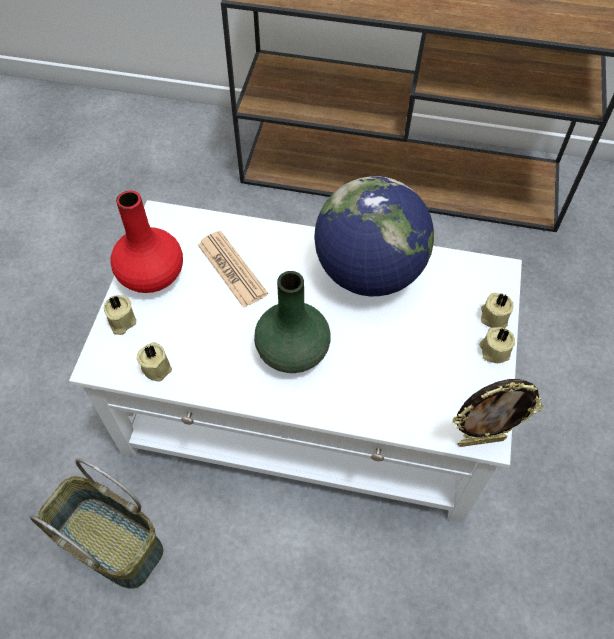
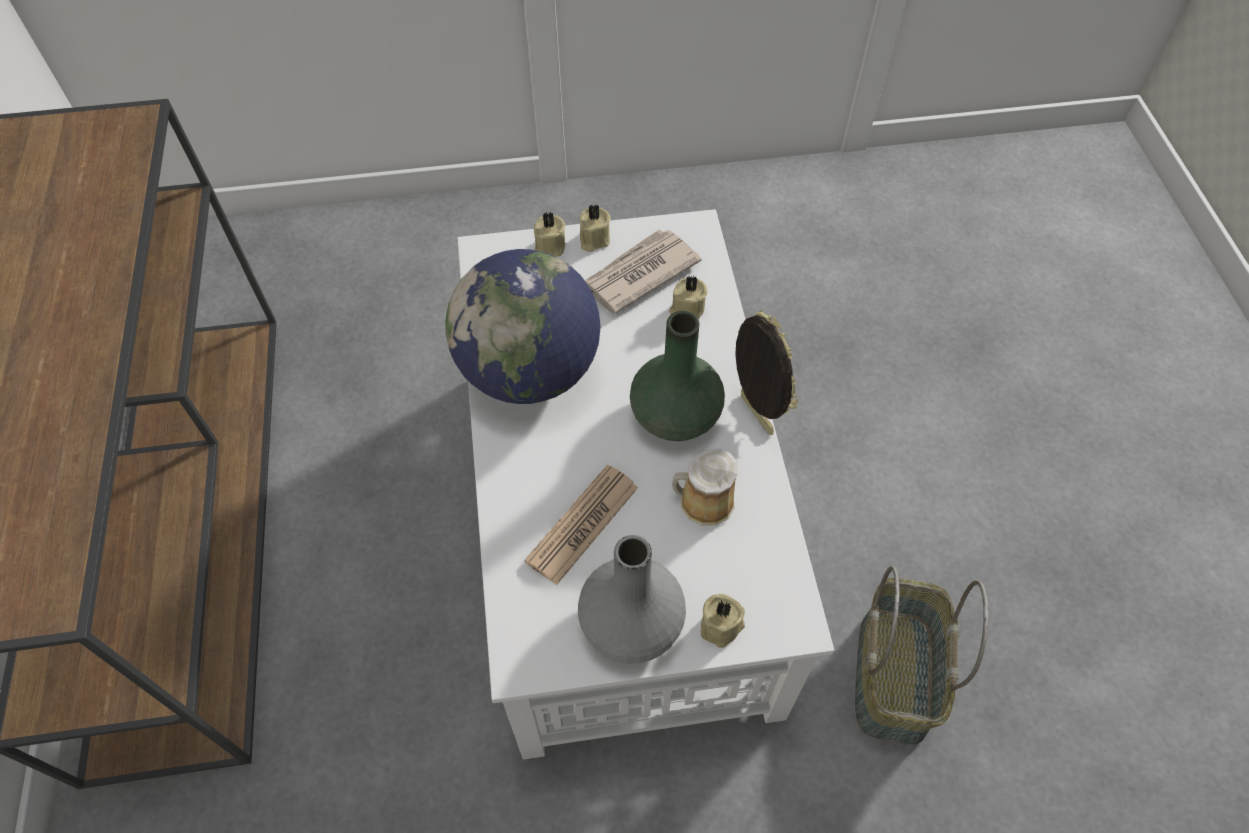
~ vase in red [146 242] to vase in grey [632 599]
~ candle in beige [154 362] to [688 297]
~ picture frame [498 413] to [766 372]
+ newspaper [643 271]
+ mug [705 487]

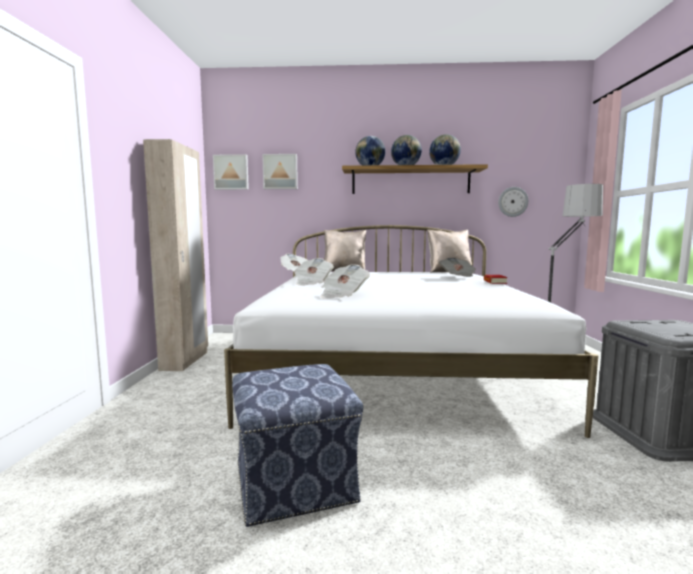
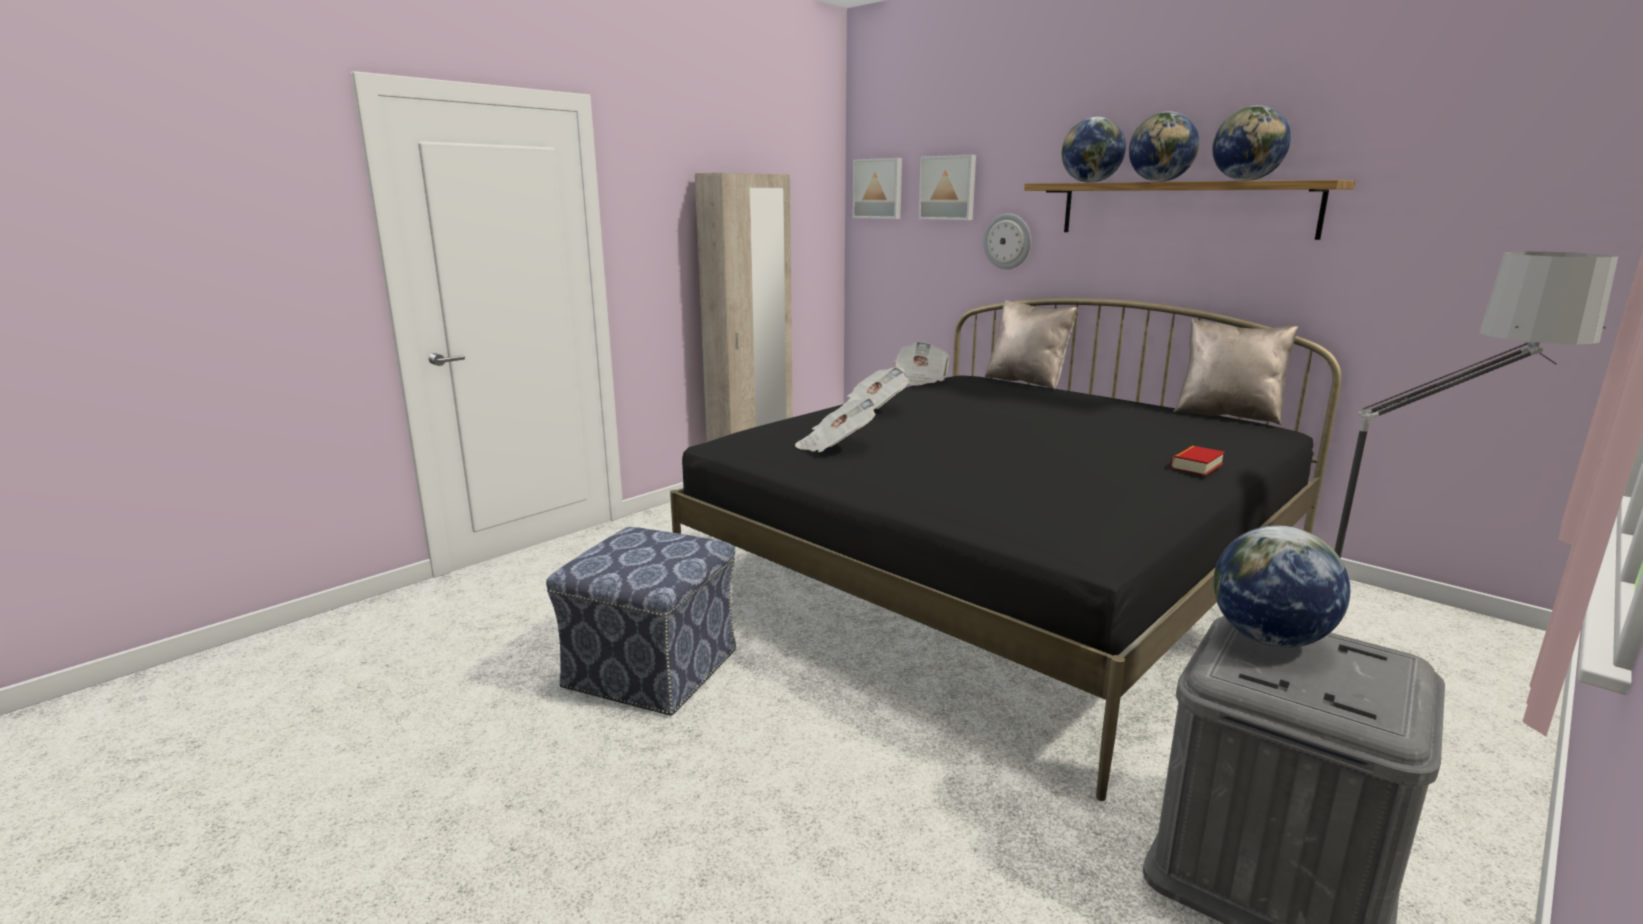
~ bed in white [411 331] to bed in black [1005 549]
- newspaper [457 267]
~ wall clock [513 202] to [1007 241]
+ globe [1281 586]

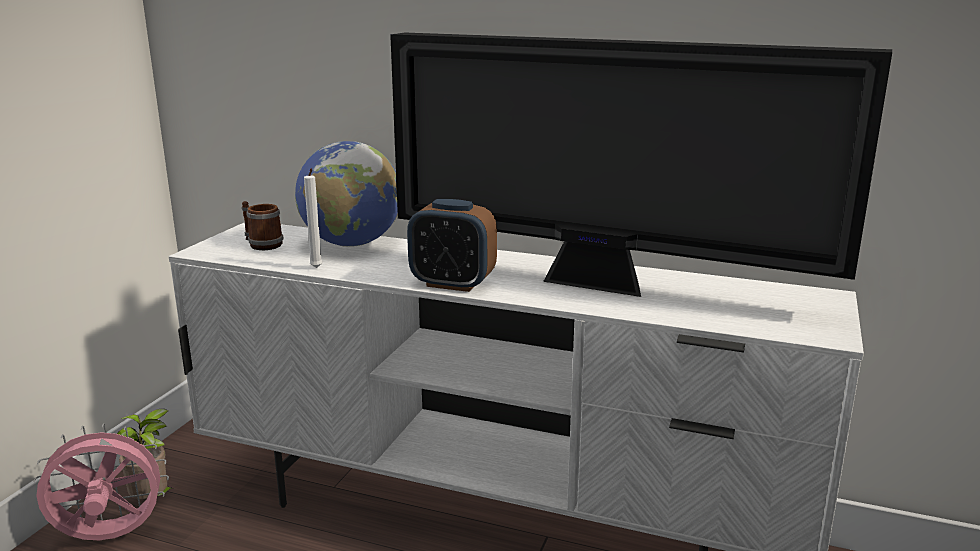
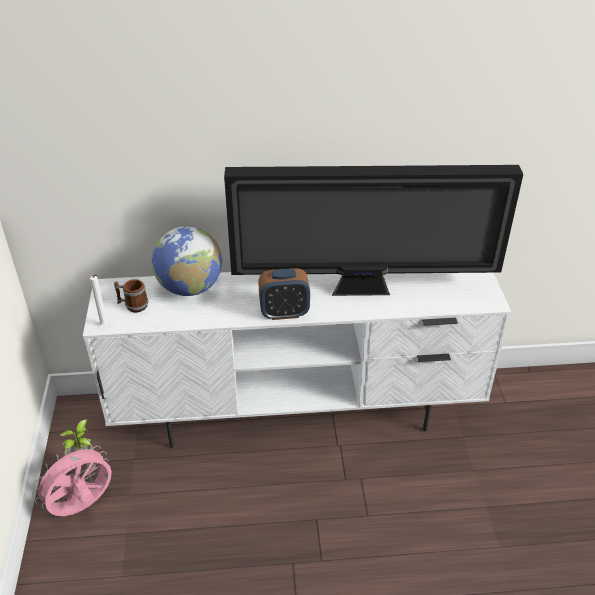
~ candle in white [313 218] to [99 300]

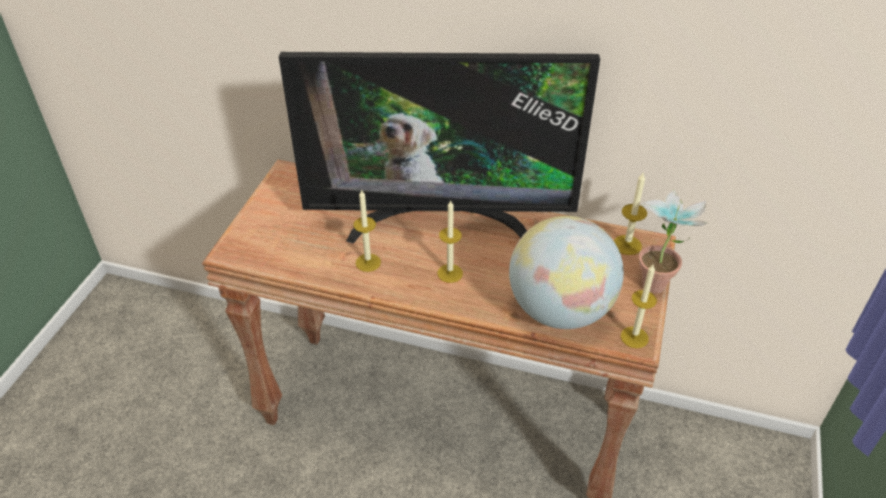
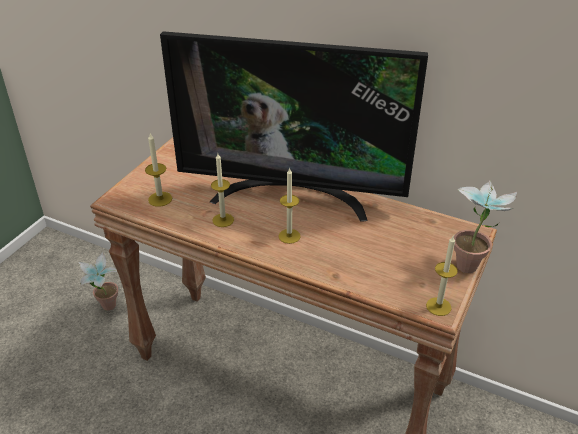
- globe [566 272]
~ candle [630 214] to [158 170]
+ potted plant [98 281]

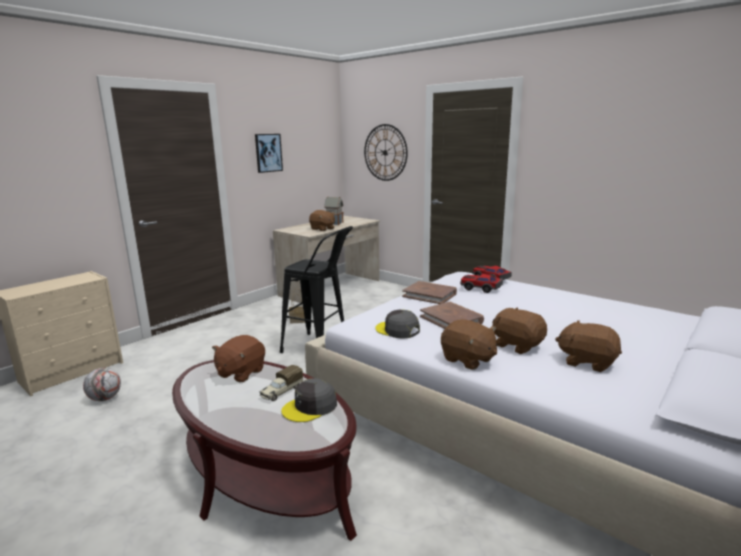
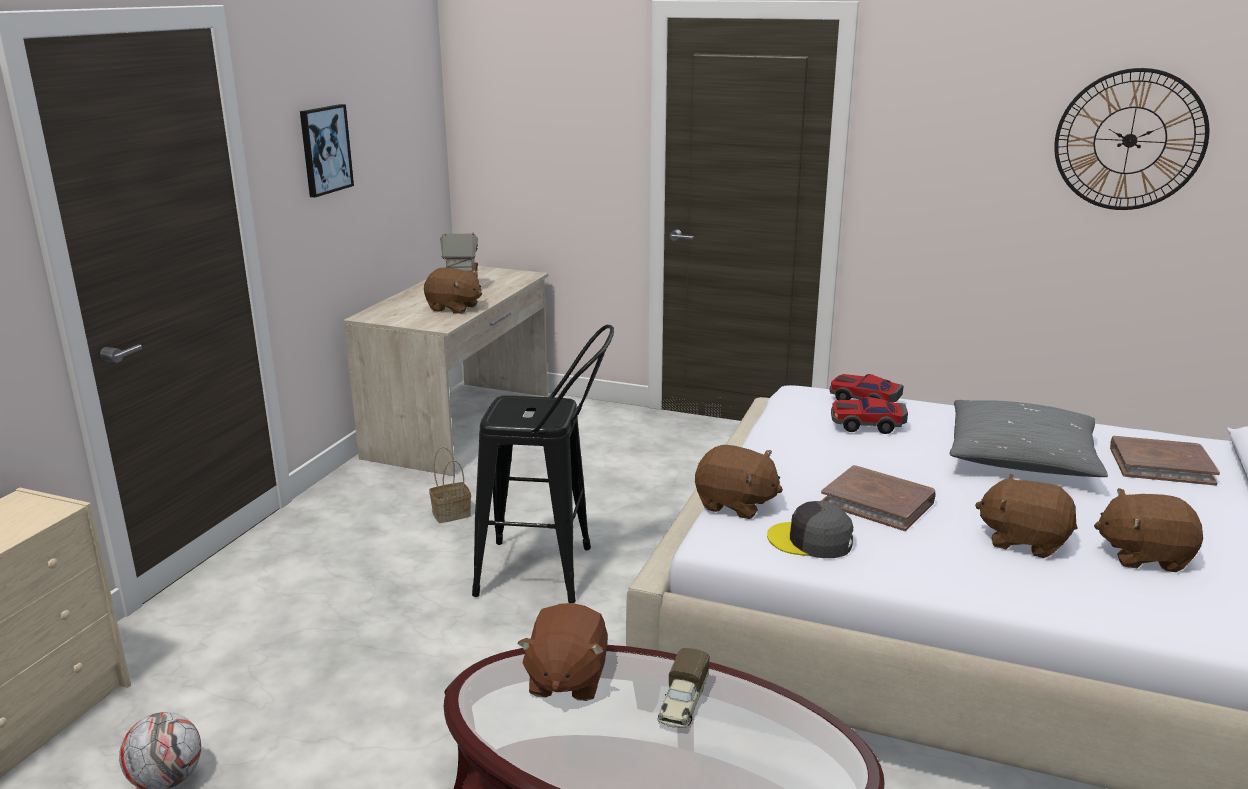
- cap in grey [309 400]
~ wall clock [386 152] to [1132 139]
~ book in brown [429 292] to [1165 461]
~ plush toy in brown [469 344] to [739 482]
+ pillow in grey [1028 438]

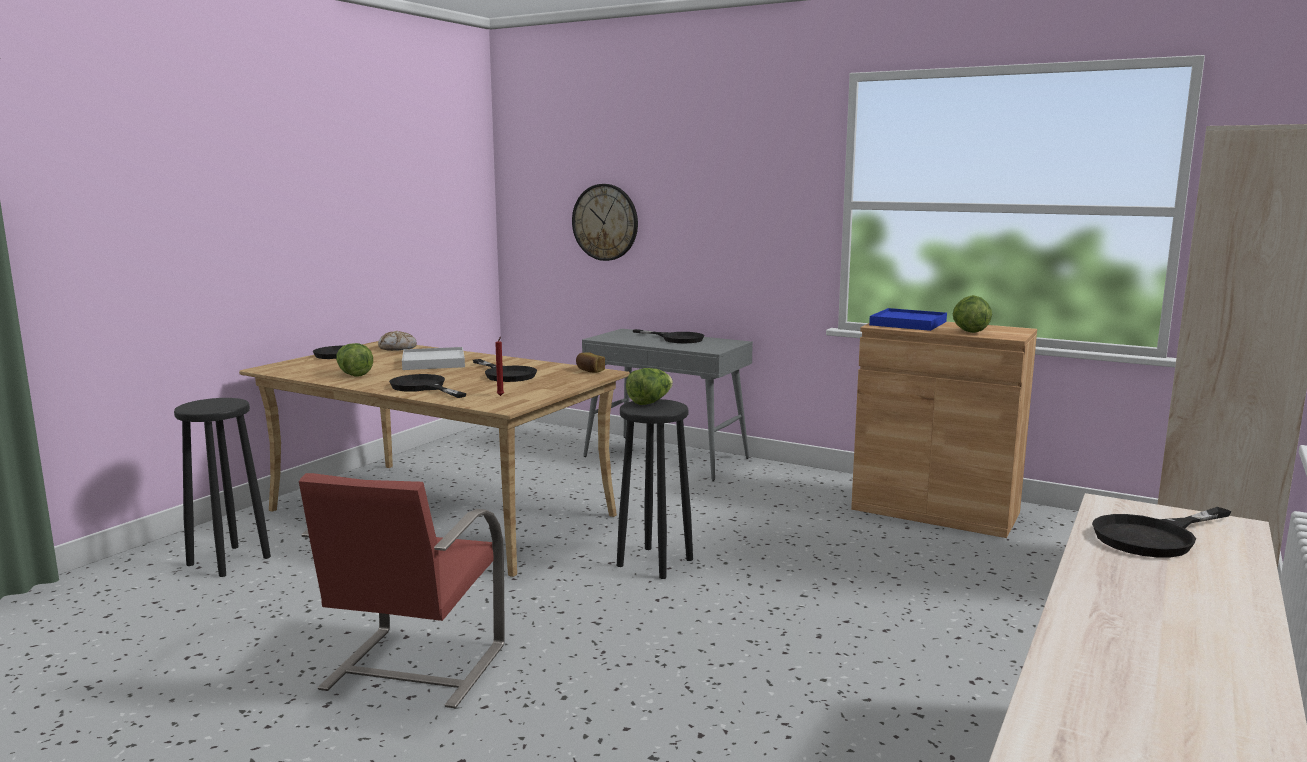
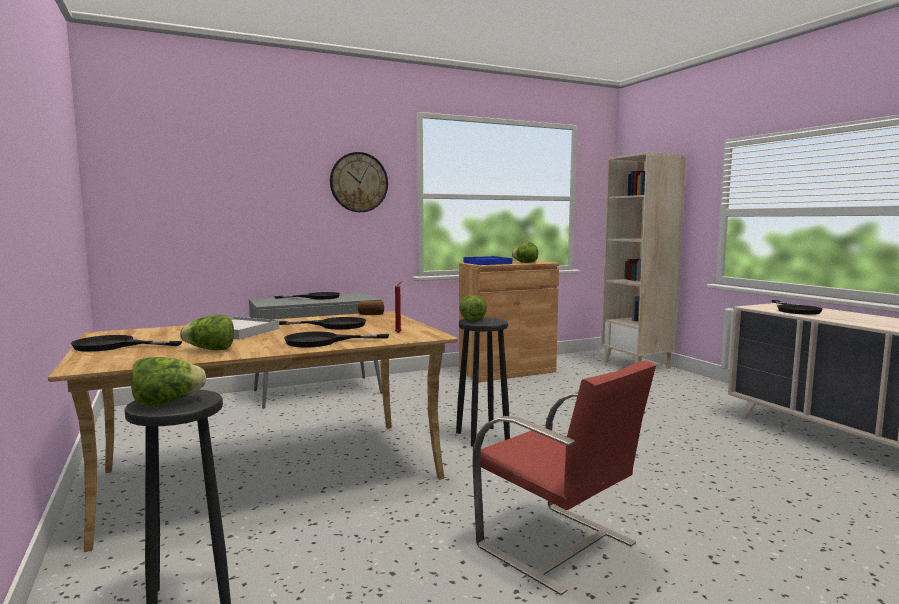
- bread [397 341]
~ wall clock [605 222] to [359 182]
+ lettuce [168 381]

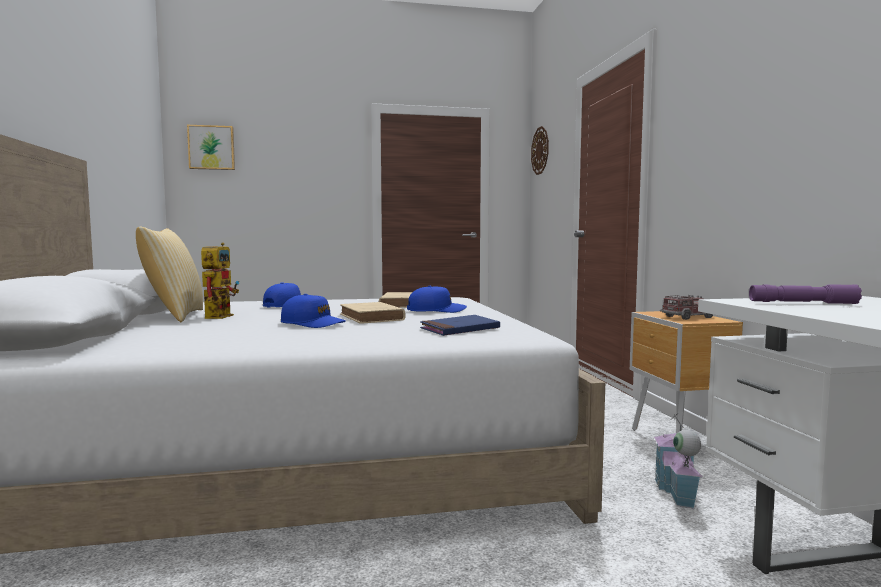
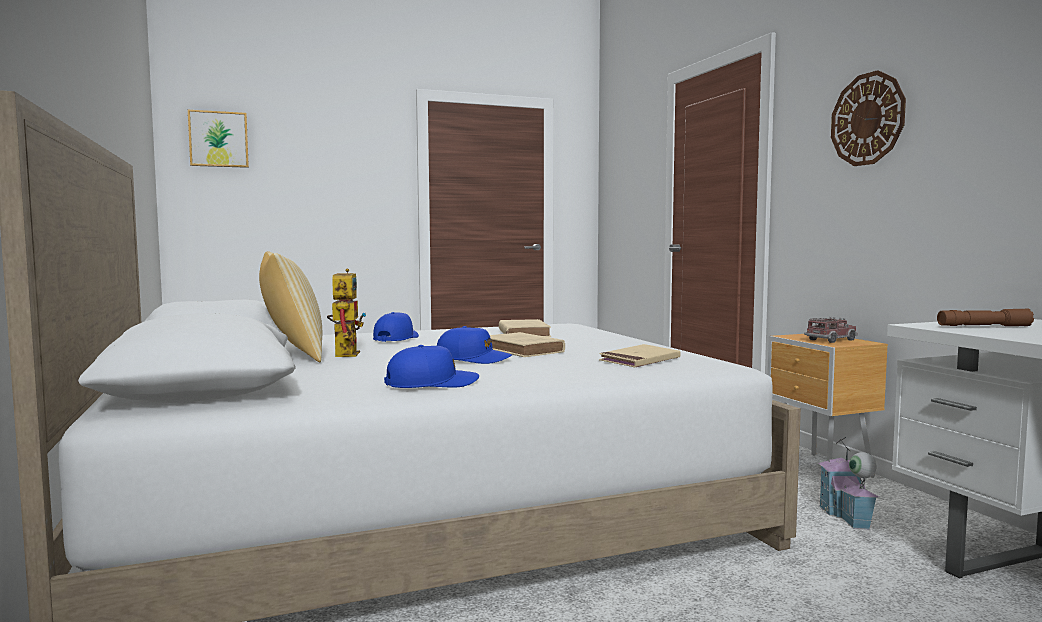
~ cap in blue [437 299] to [431 366]
~ book in blue [460 325] to book in beige [639 356]
~ wall clock [540 150] to [868 118]
~ flashlight in purple [805 294] to flashlight in brown [985 317]

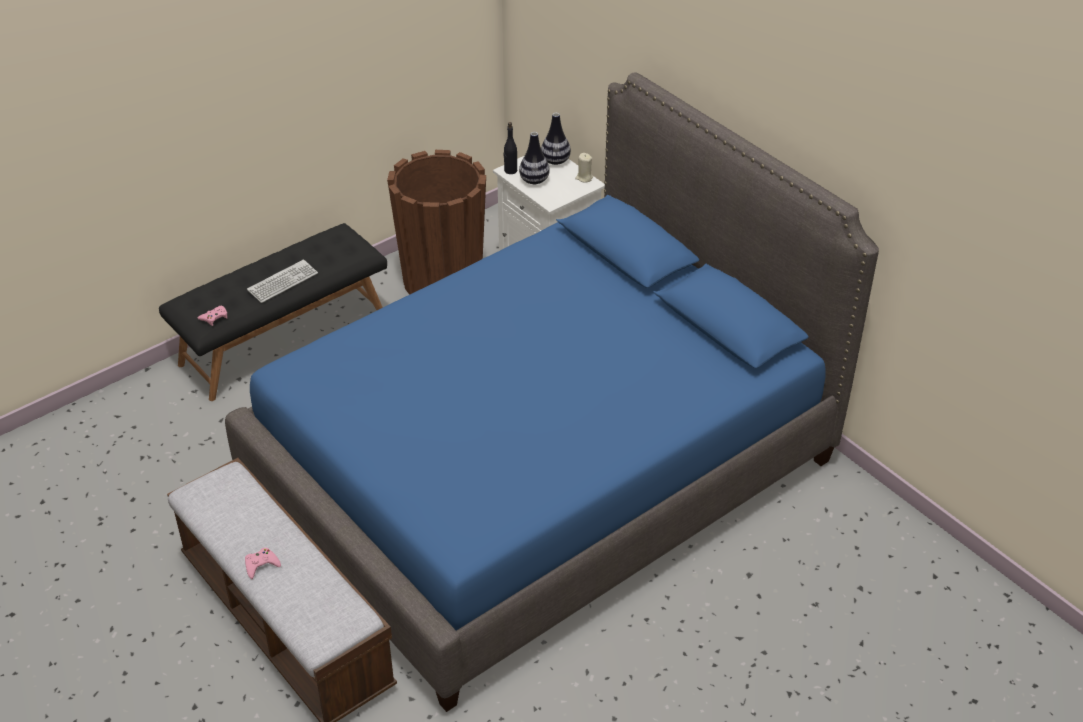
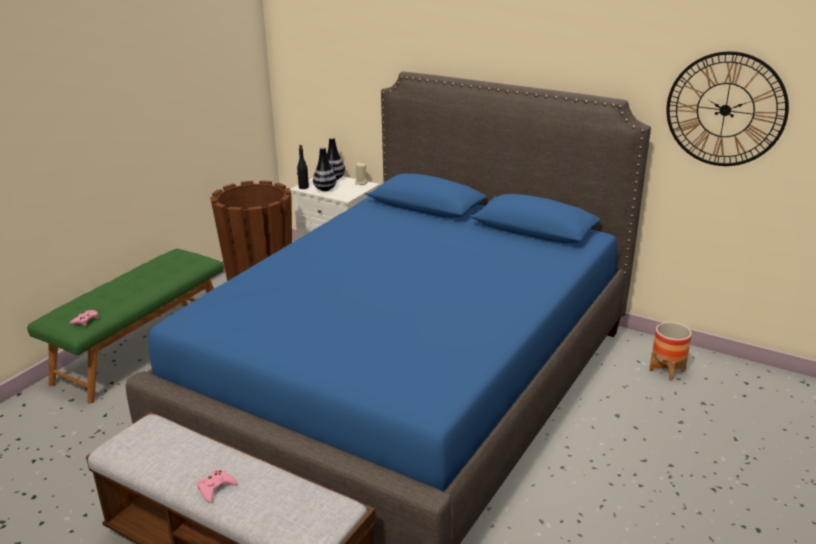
~ bench in black [273 312] to bench in green [125 326]
- keyboard [282 281]
+ planter [670 351]
+ wall clock [727 108]

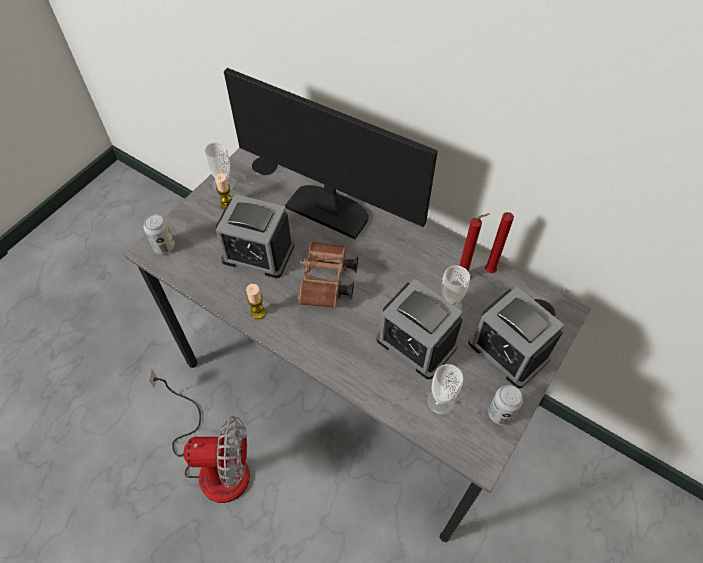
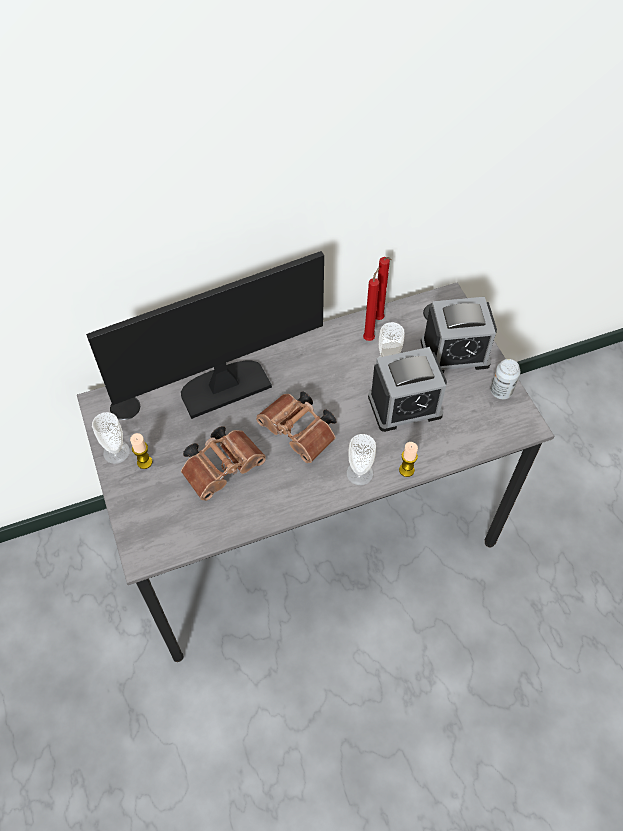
- can [159 234]
- fan [199 435]
~ alarm clock [255 236] to binoculars in brown [223 463]
~ candle [256 301] to [408 459]
~ cup [445 389] to [361 459]

